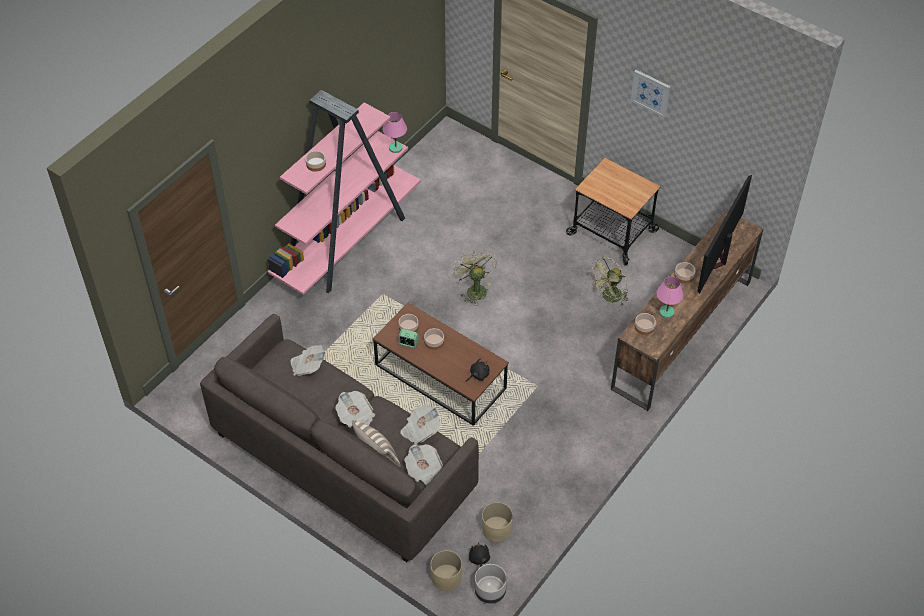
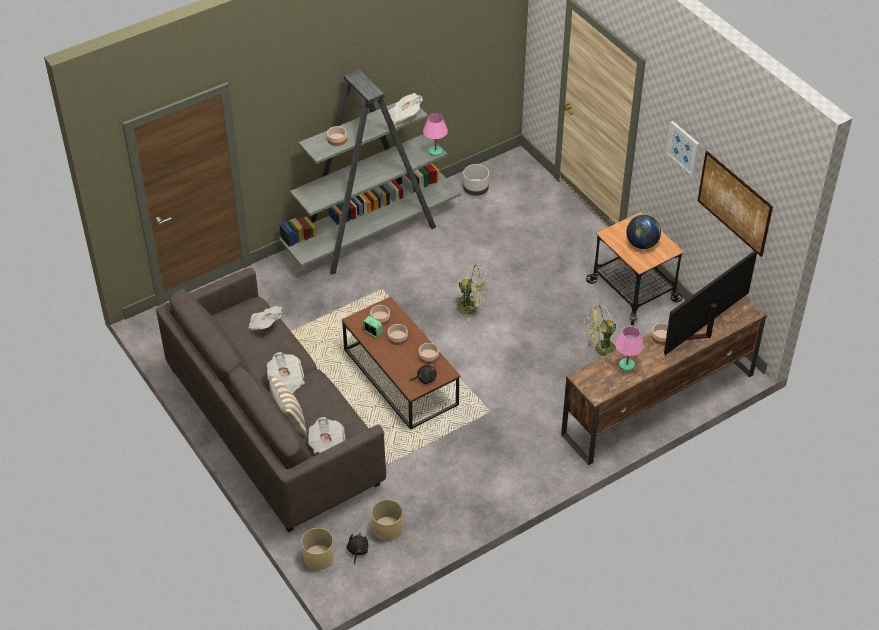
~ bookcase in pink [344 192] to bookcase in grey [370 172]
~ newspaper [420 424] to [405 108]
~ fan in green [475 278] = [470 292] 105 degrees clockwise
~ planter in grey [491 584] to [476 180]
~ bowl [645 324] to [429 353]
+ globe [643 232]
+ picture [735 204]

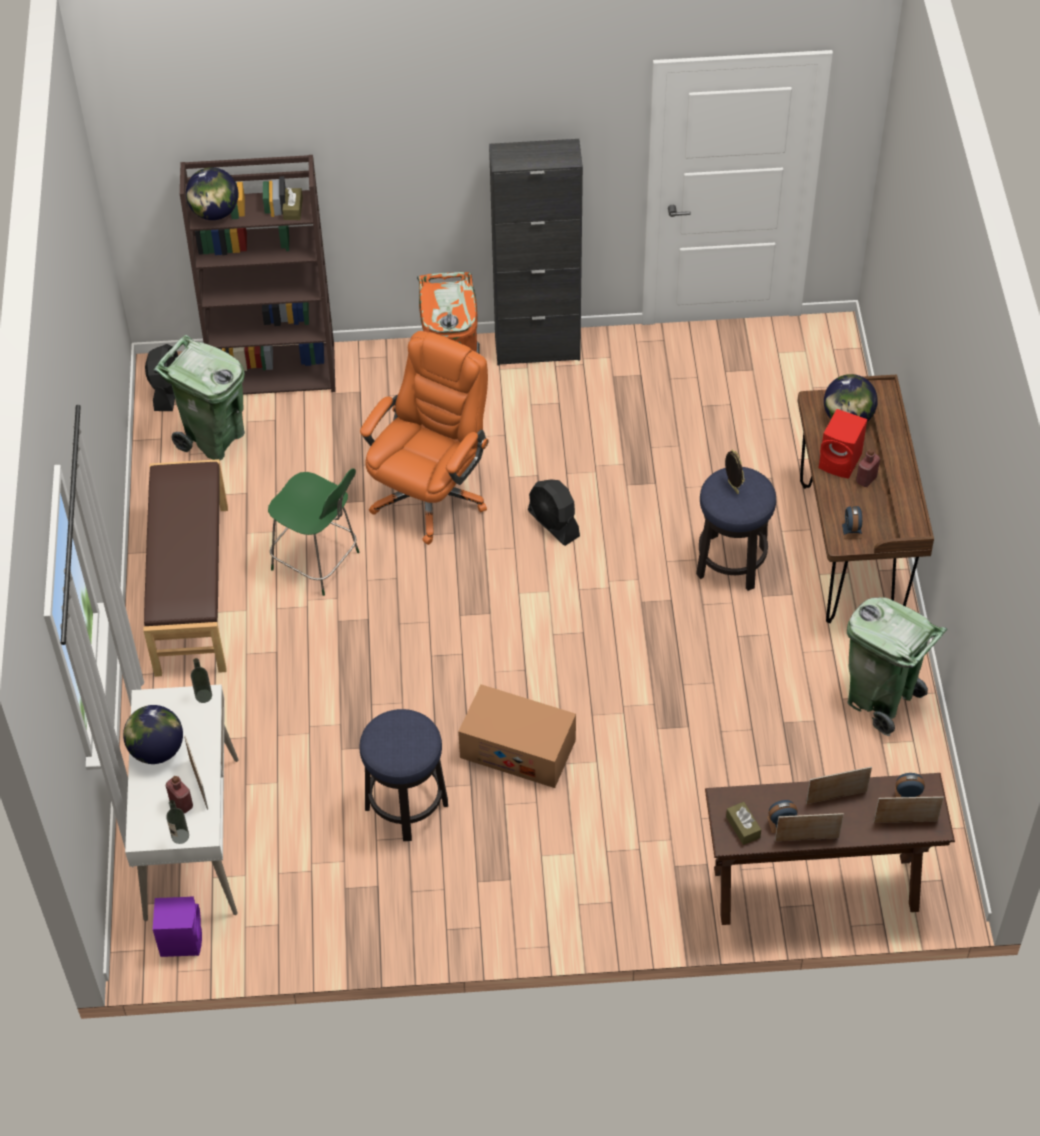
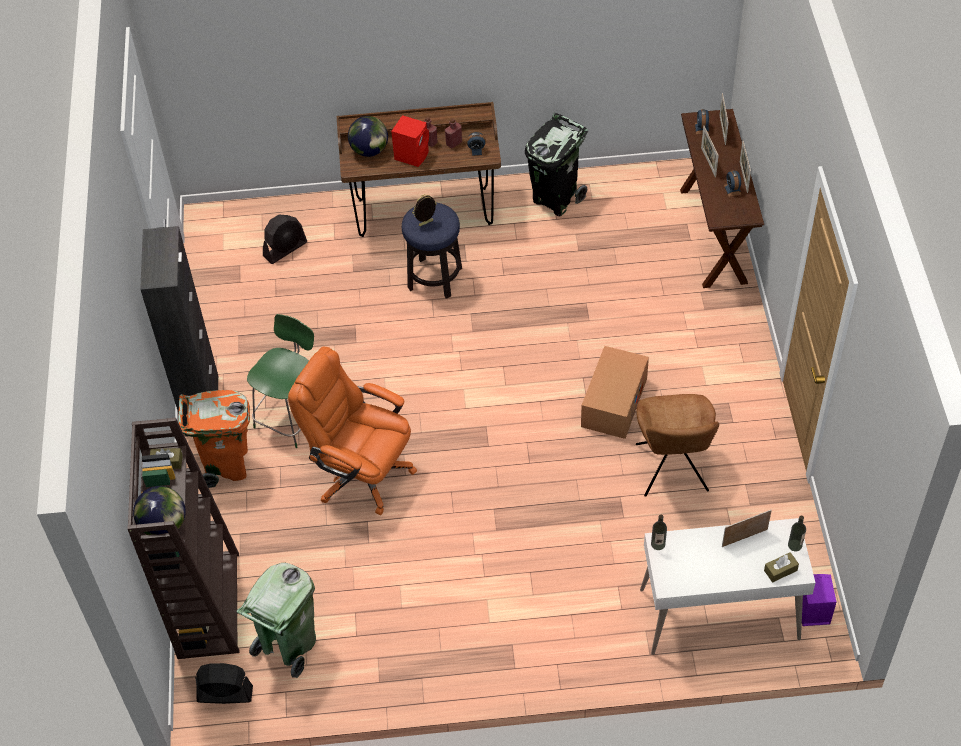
- globe [153 734]
- bench in brown [185 568]
~ bottle in red [179 795] to [453 133]
~ chair in green [313 532] to [280 381]
~ stool [403 775] to chair in brown [677 445]
~ fan in black [554 512] to [285 239]
~ tissue box in brown [743 823] to [781 567]
~ trash can in green [897 666] to trash can in black [556 164]

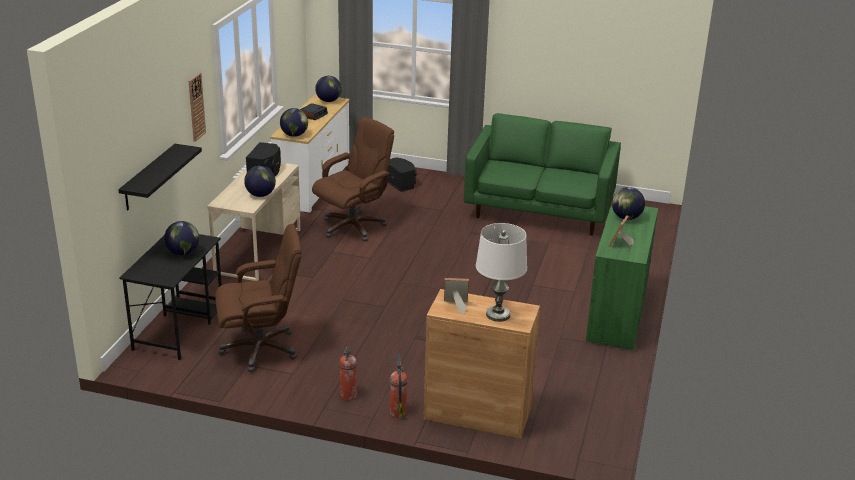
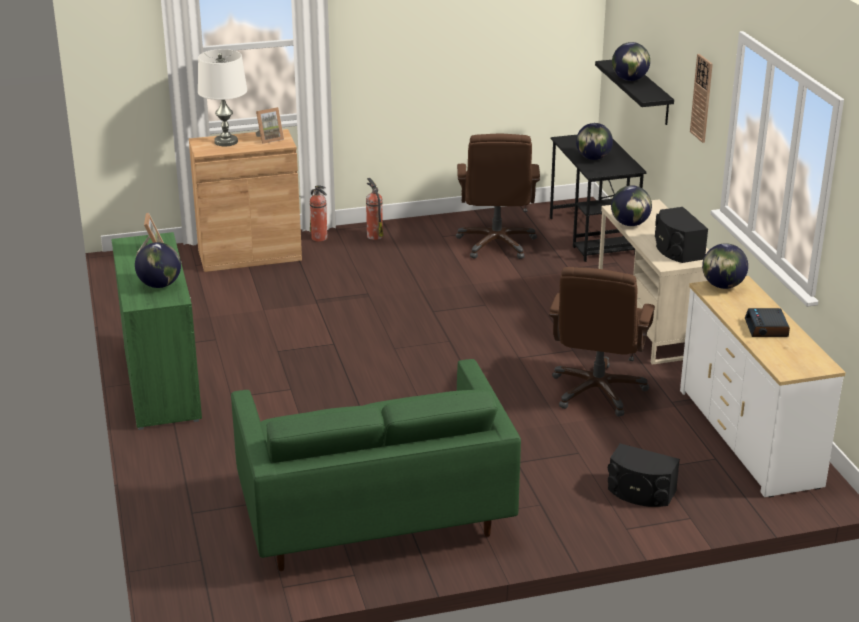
~ office chair in brown [258 298] = [498 196] 45 degrees counterclockwise
~ globe [328 89] to [631 61]

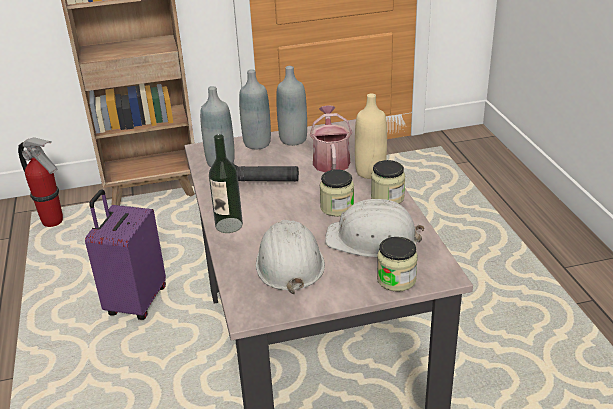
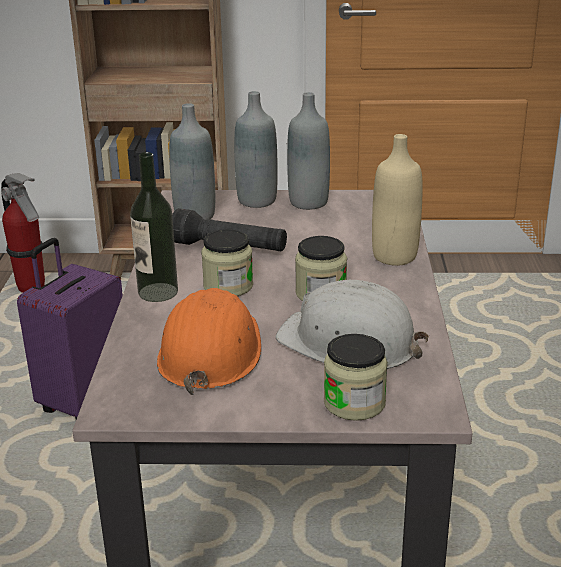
~ hard hat in white [290 257] to hard hat in orange [209 341]
- watering can [331 138]
~ jar [388 182] to [227 262]

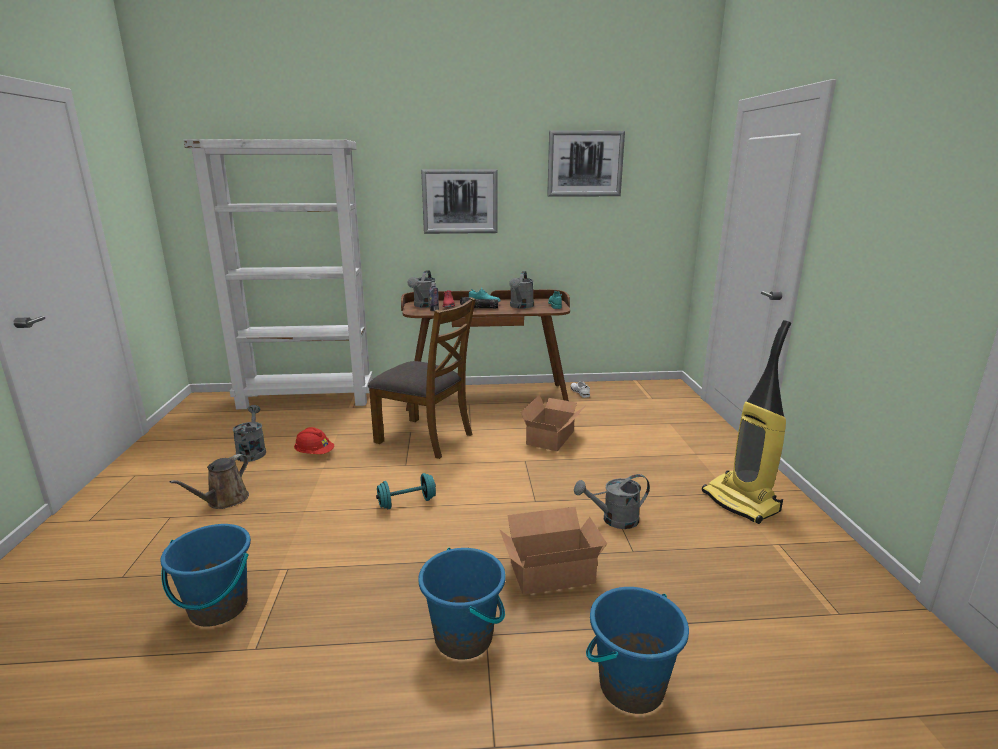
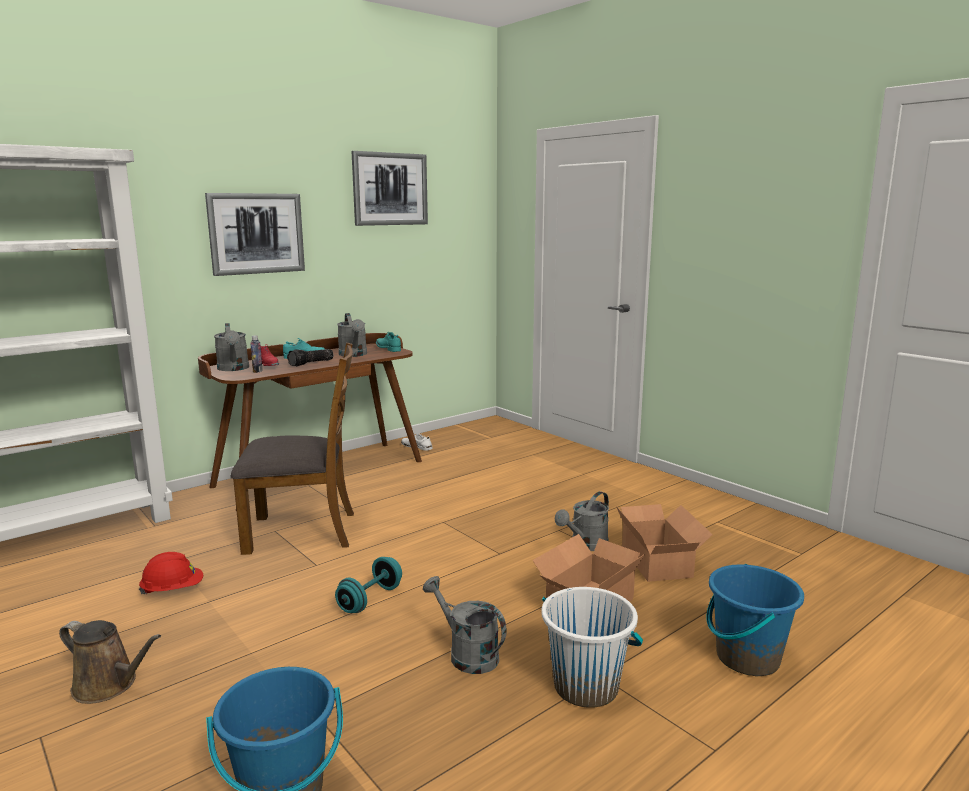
~ watering can in brown [209 481] = [110 662] 60 degrees counterclockwise
~ watering can in grey [249 433] to [465 625]
~ bucket in blue [461 604] to bucket in white [592 647]
~ cardboard box [553 423] to [664 543]
- vacuum cleaner [746 422]

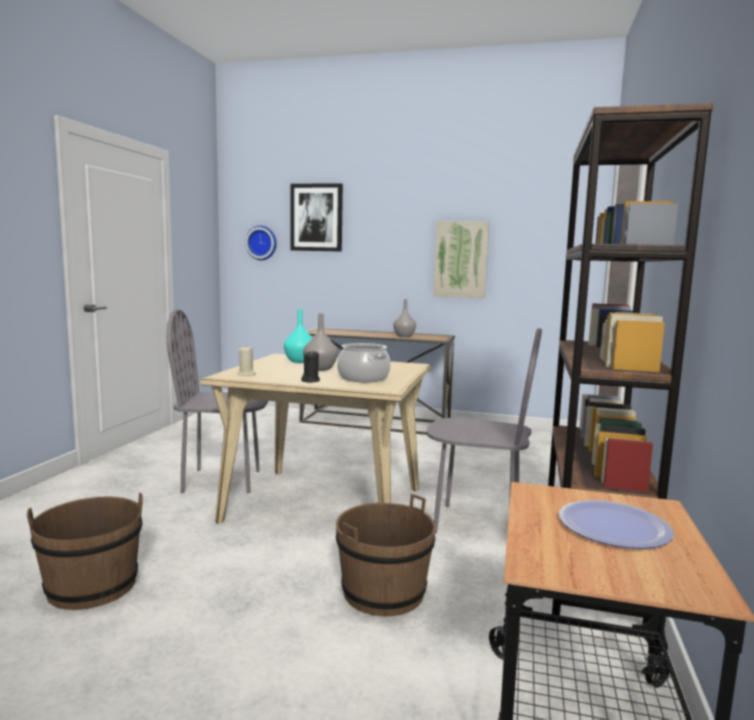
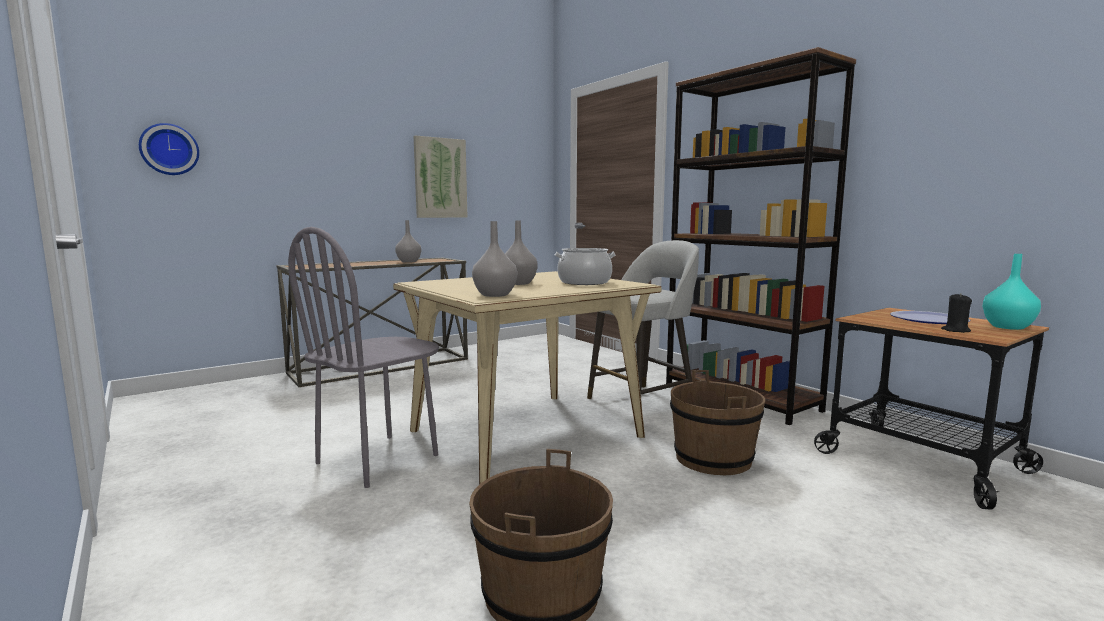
~ candle in beige [246 361] to vase in grey [494 259]
~ vase in turquoise [298 336] to [1012 292]
- picture [317 217]
~ candle in black [310 366] to [956 313]
~ chair in grey [484 431] to stool in grey [643 319]

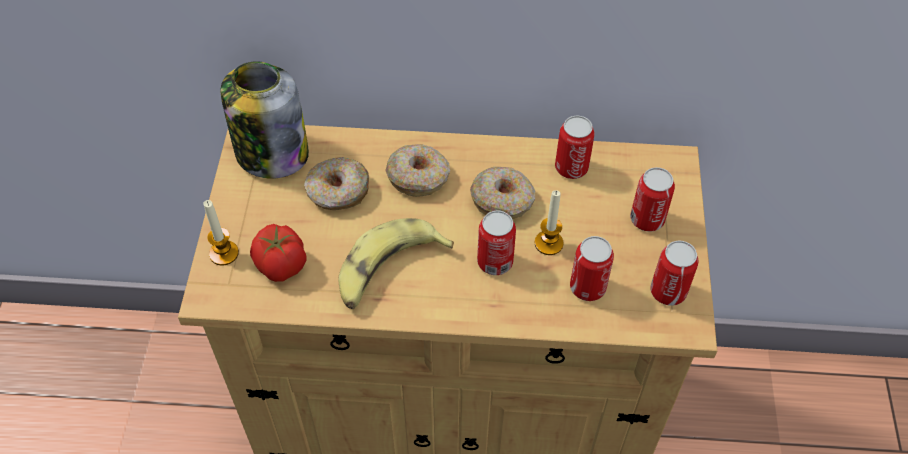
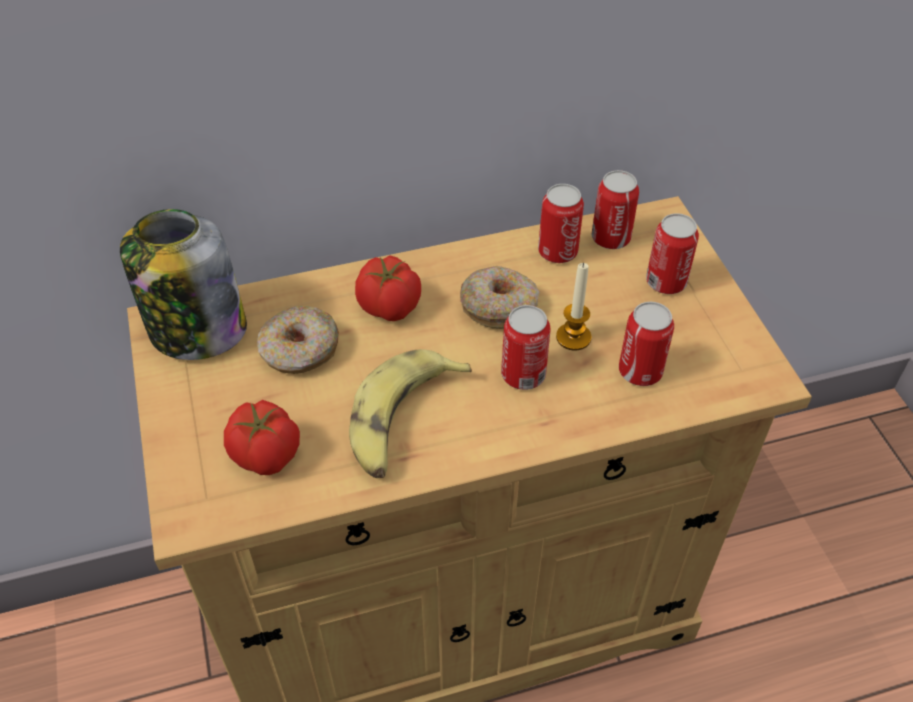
- candle [221 233]
~ donut [417 170] to tomato [388 288]
~ can [675 273] to [615 209]

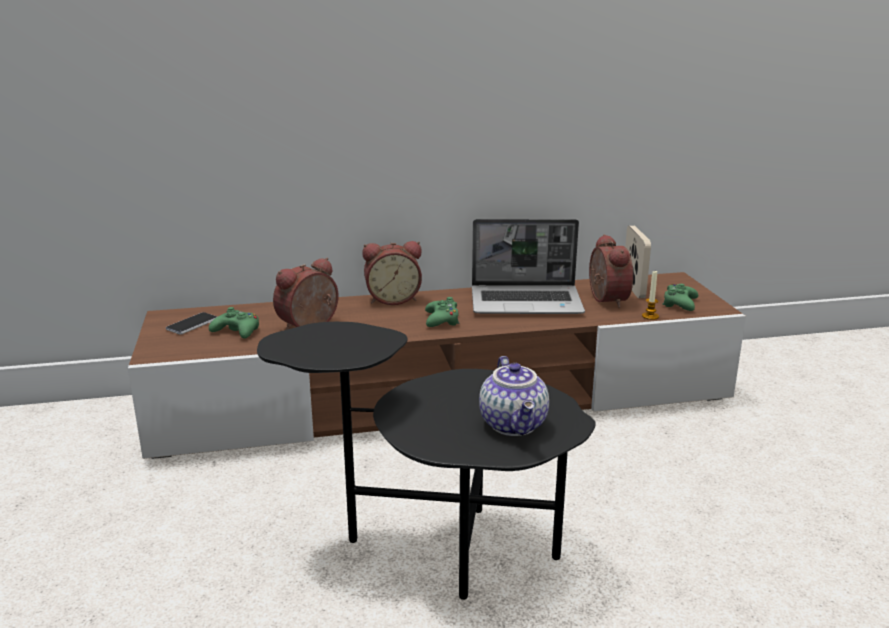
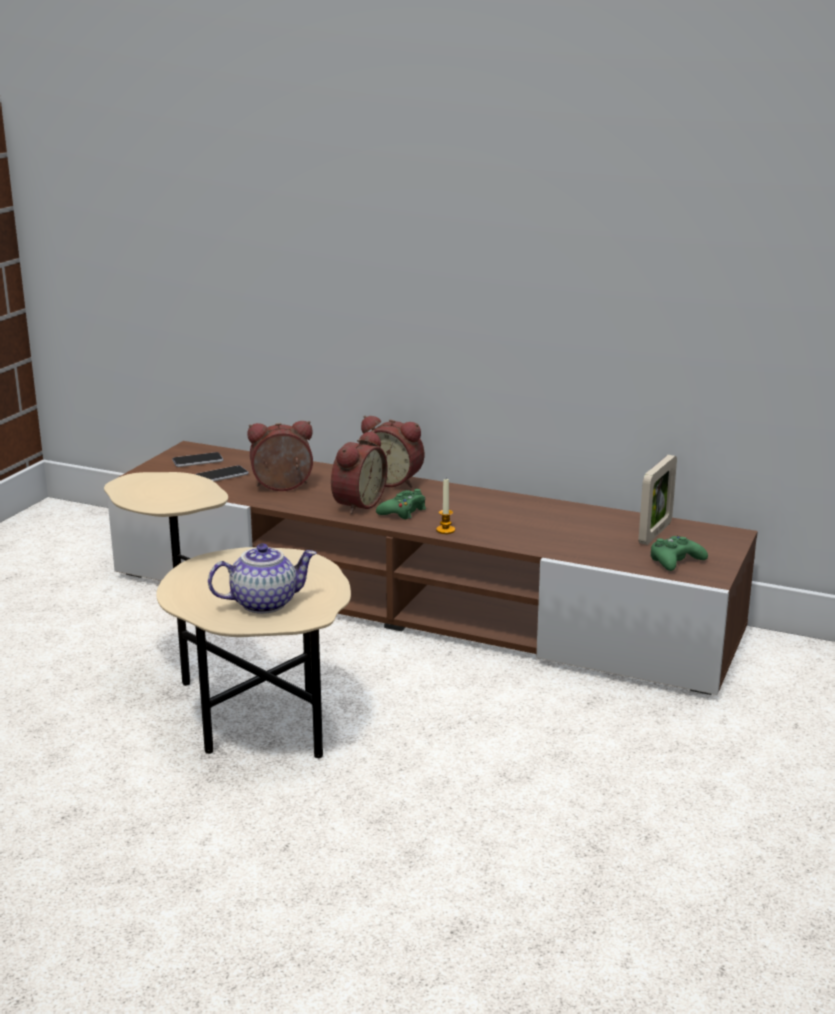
~ game controller in green [234 323] to phone [221 473]
~ side table in black [426 461] to side table in beige [227 615]
- laptop [528 266]
~ teapot [514 396] = [262 578] 135 degrees counterclockwise
~ alarm clock [611 271] to [359 472]
~ candle [650 295] to [445 506]

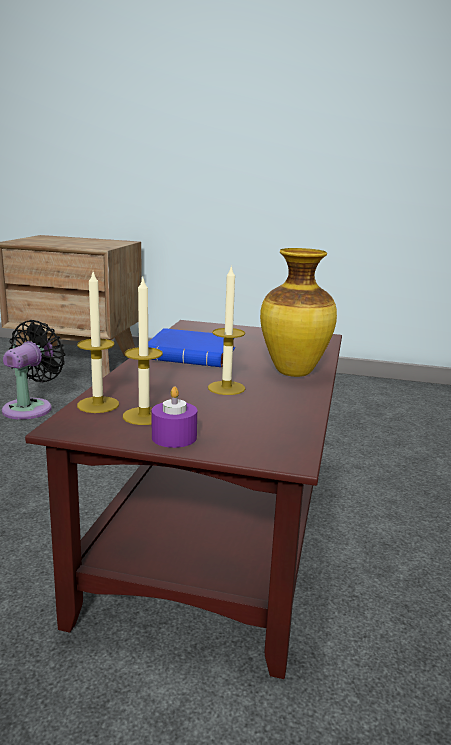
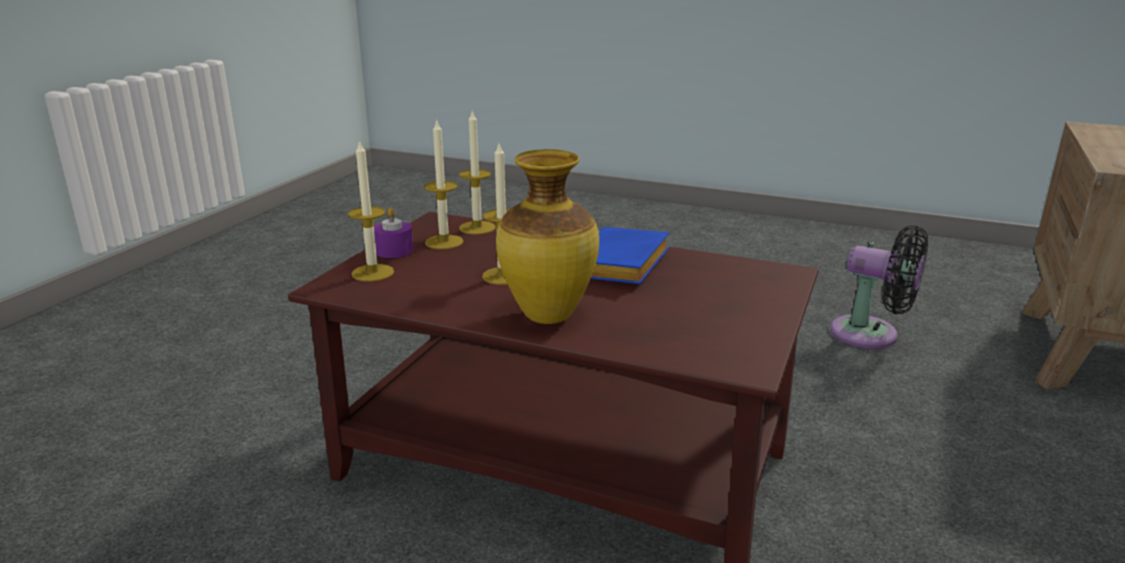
+ candle [371 210]

